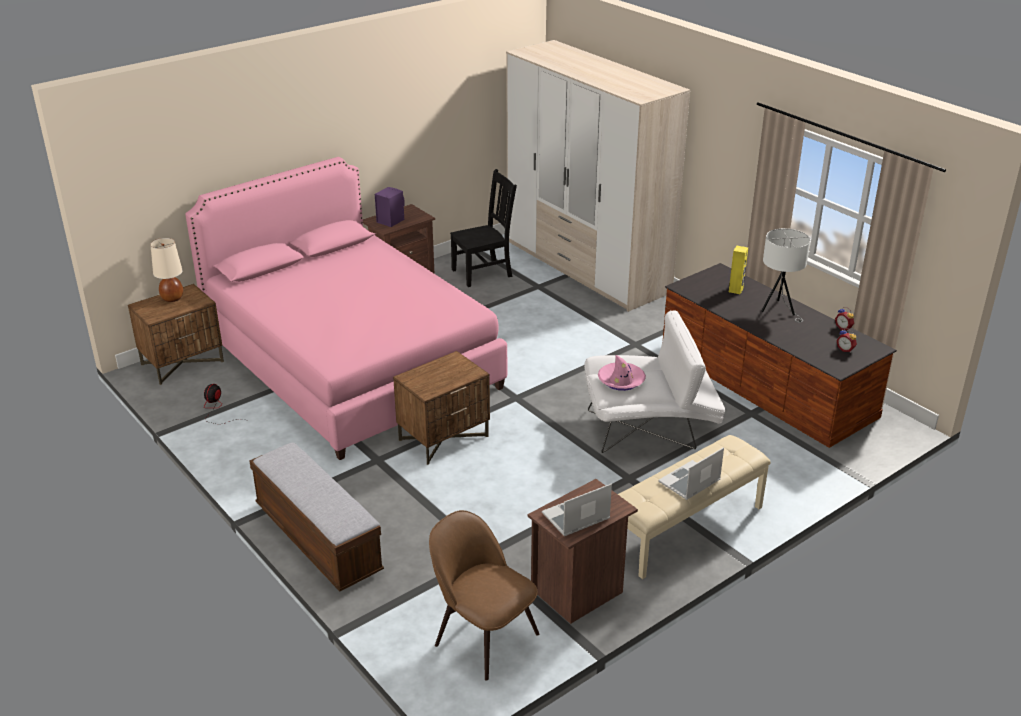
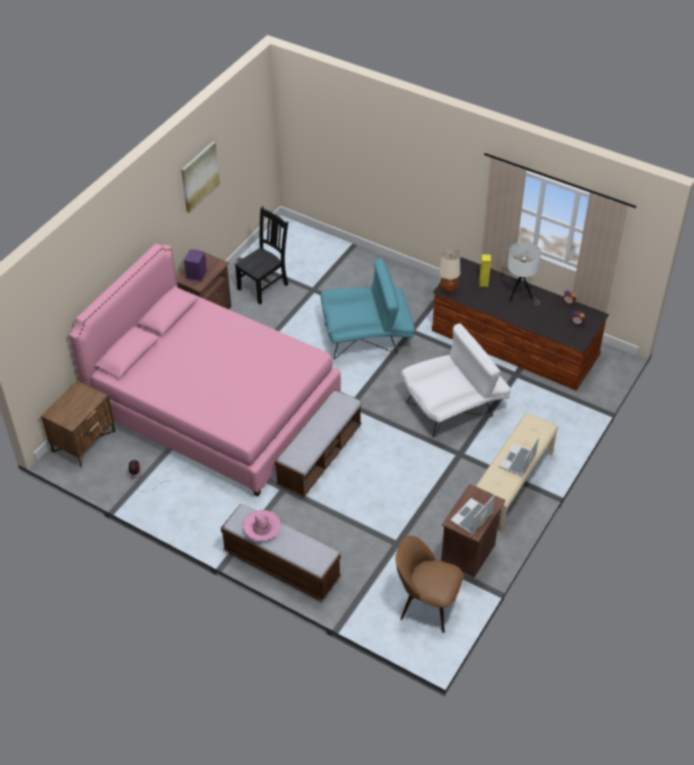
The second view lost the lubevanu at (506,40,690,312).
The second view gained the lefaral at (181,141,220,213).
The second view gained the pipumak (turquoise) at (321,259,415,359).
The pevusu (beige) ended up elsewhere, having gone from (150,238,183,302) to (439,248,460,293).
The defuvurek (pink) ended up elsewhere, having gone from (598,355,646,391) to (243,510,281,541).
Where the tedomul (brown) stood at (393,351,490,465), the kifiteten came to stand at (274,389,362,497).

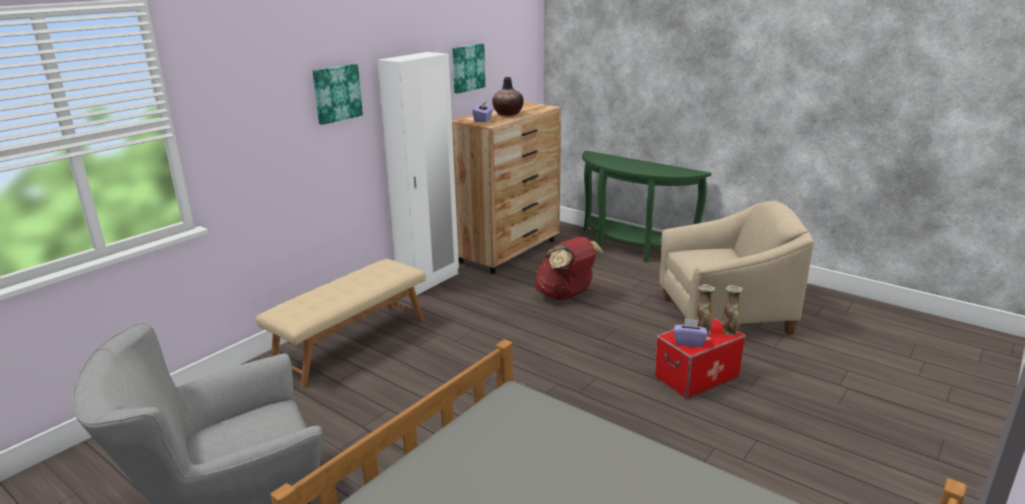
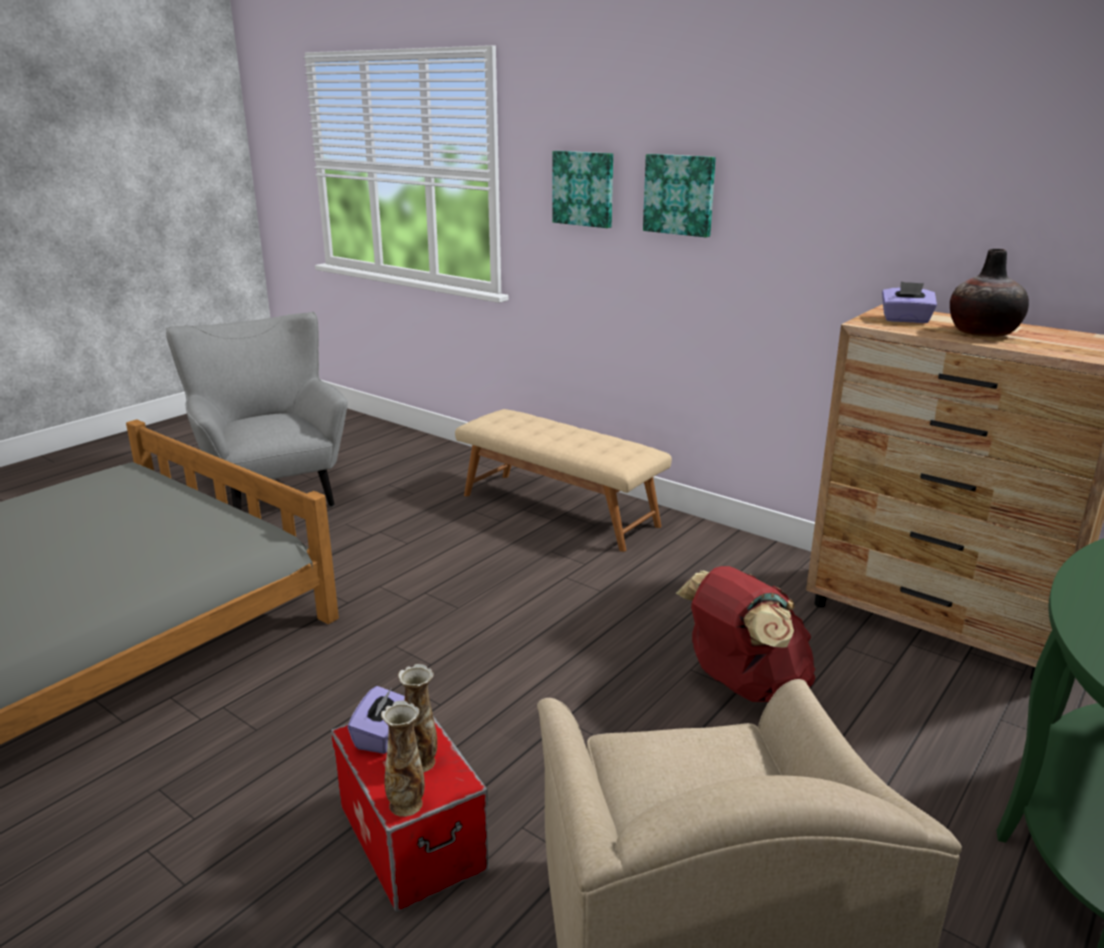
The second view lost the lubevanu (white) at (378,52,459,296).
The lefaral ended up elsewhere, having gone from (452,44,485,93) to (552,151,613,228).

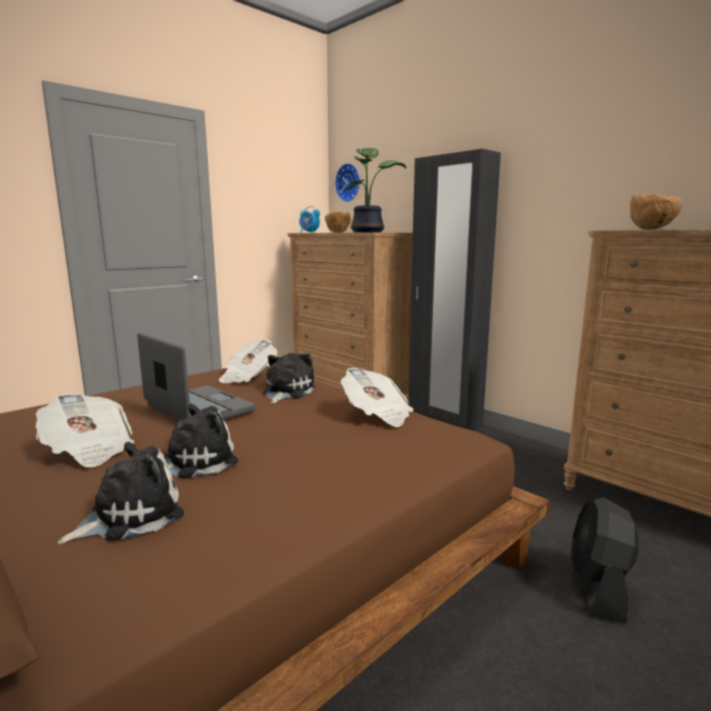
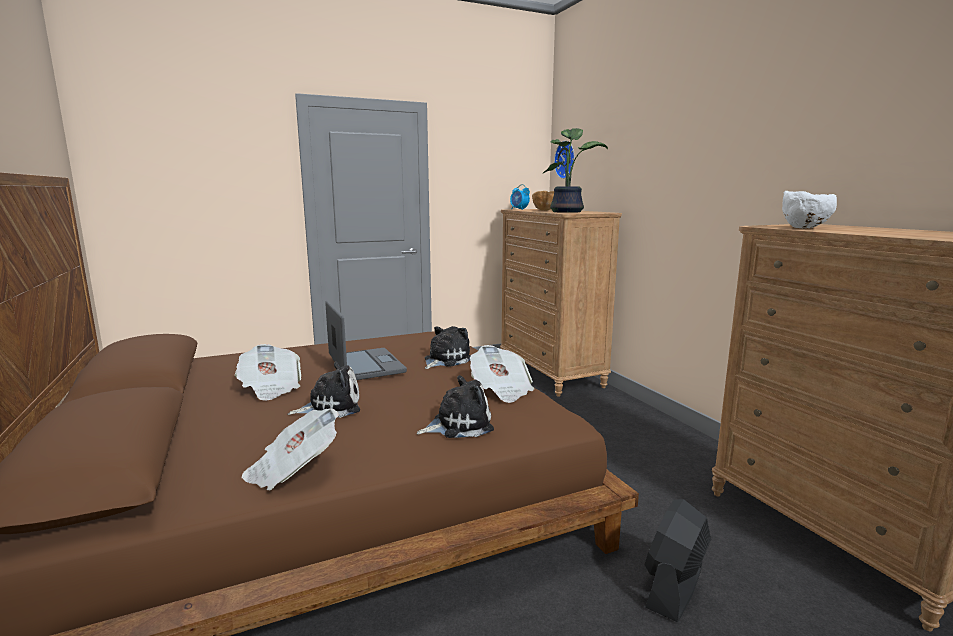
The second view lost the lubevanu (black) at (408,149,501,431).
The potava ended up elsewhere, having gone from (57,442,184,544) to (417,375,494,438).
The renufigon ended up elsewhere, having gone from (219,340,278,383) to (242,408,339,490).
What was the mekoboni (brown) at (630,193,682,230) turned into the mekoboni (white) at (782,191,837,229).

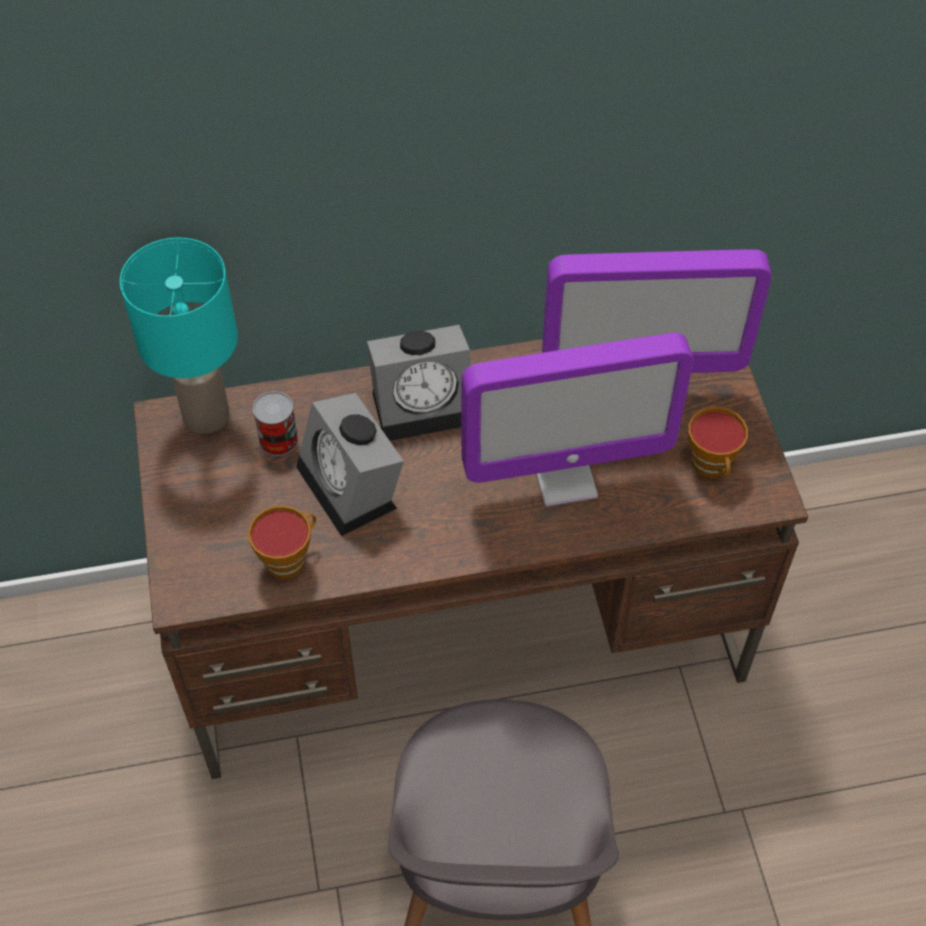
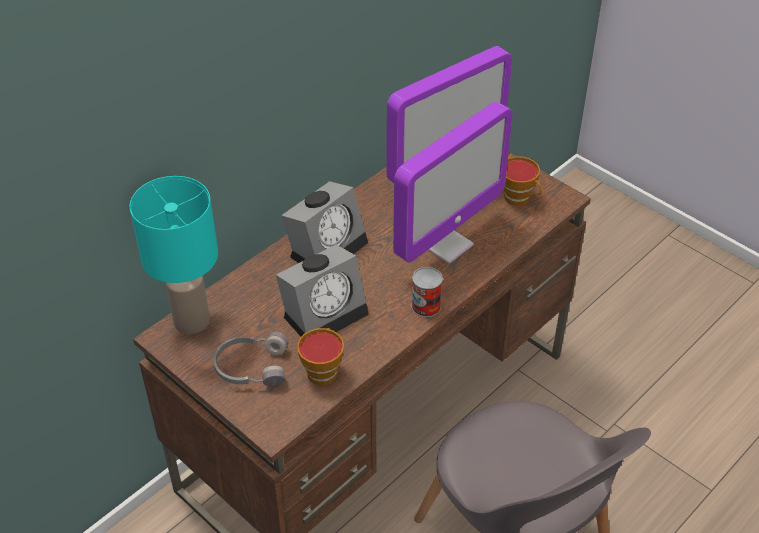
The second view gained the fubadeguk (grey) at (213,332,289,386).
The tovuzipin ended up elsewhere, having gone from (253,391,298,456) to (411,267,443,317).
The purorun at (296,393,404,536) ended up facing another way, 60 degrees counterclockwise from before.

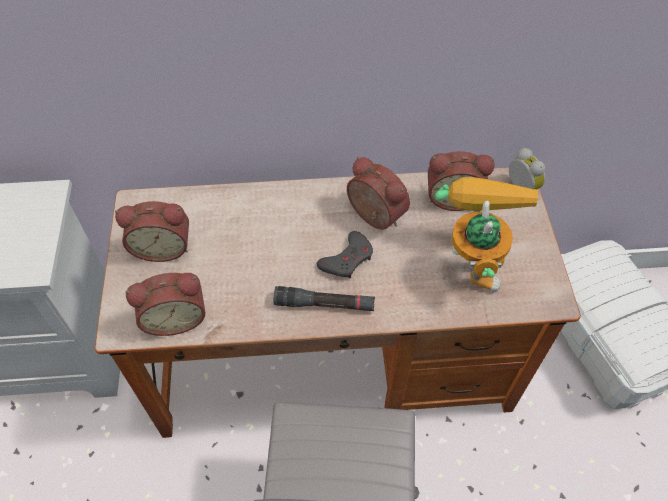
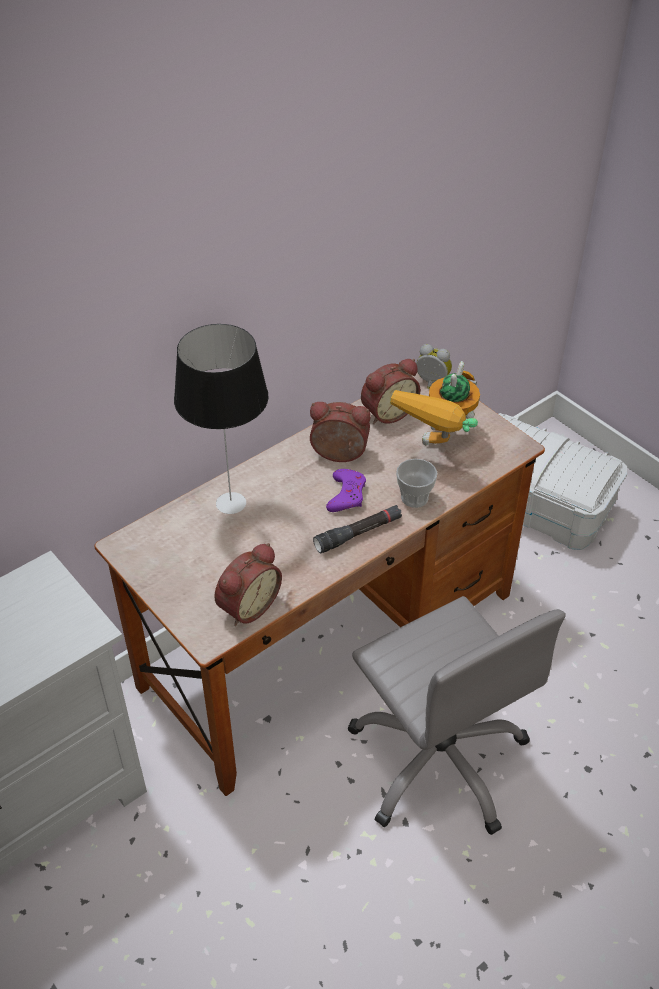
The second view lost the purorun at (115,201,189,262).
The second view gained the pevusu at (174,324,269,514).
The second view gained the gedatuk at (396,459,437,508).
What was the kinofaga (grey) at (317,231,373,279) turned into the kinofaga (purple) at (326,469,366,512).
The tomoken at (435,177,538,293) ended up facing another way, 120 degrees counterclockwise from before.

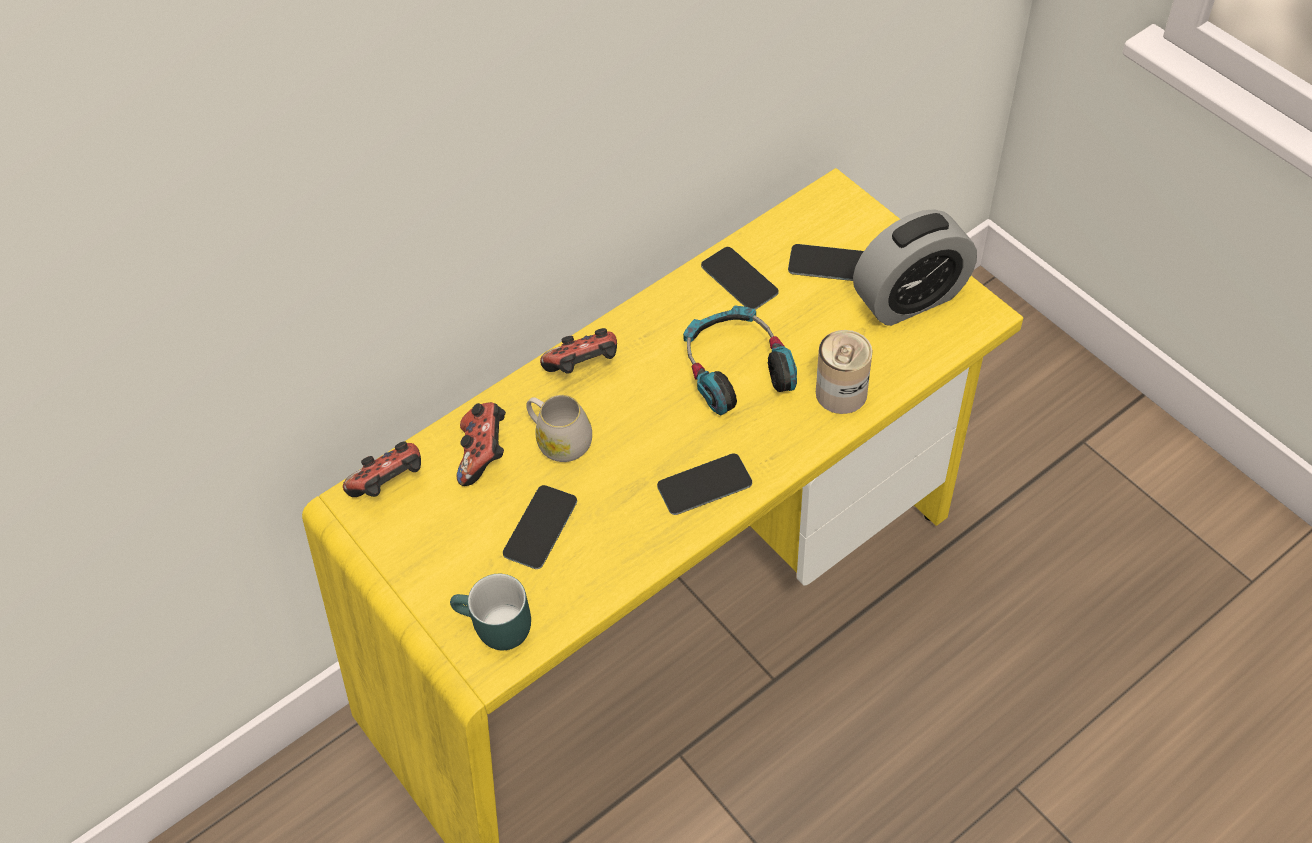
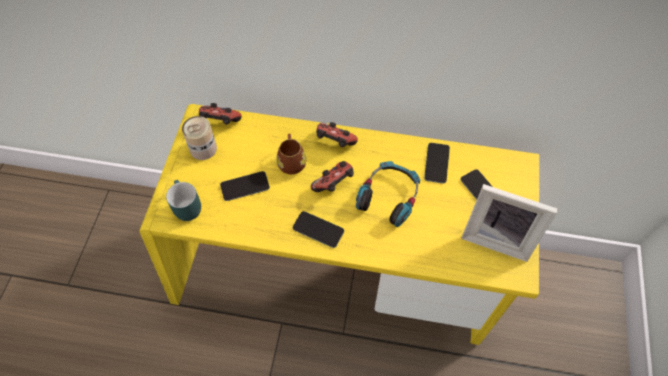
The kinofaga ended up elsewhere, having gone from (456,402,506,486) to (311,161,354,192).
The tovuzipin ended up elsewhere, having gone from (816,330,873,414) to (182,116,217,160).
Where the purorun stood at (853,209,977,326), the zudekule came to stand at (462,184,558,262).
What was the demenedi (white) at (526,395,592,462) turned into the demenedi (brown) at (276,134,306,174).

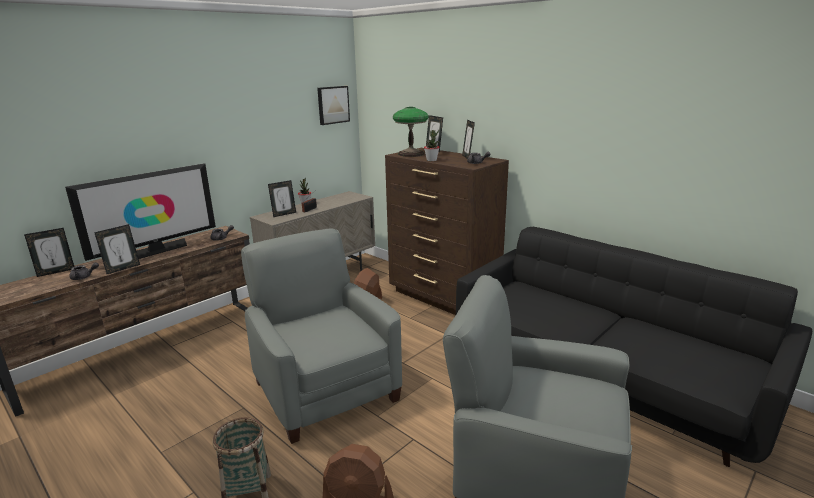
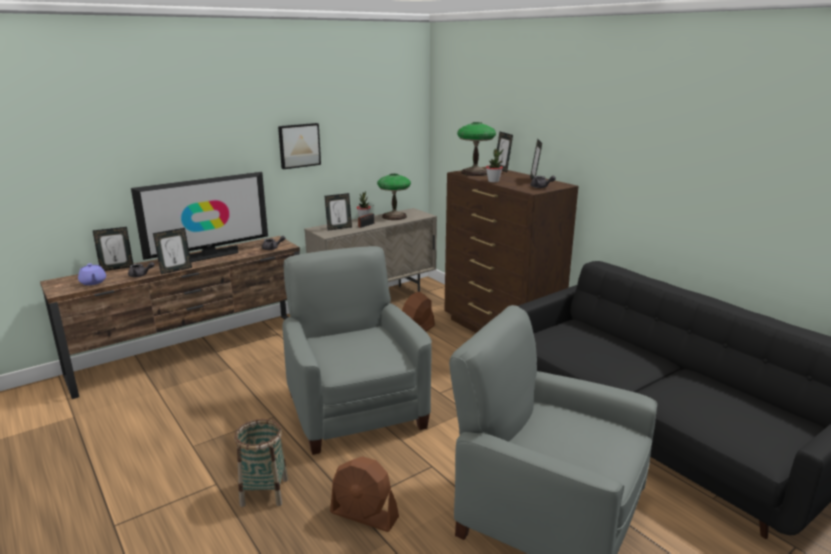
The second view gained the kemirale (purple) at (78,263,106,285).
The second view gained the pevusu at (377,174,411,220).
The lefaral ended up elsewhere, having gone from (317,86,350,125) to (278,123,321,169).

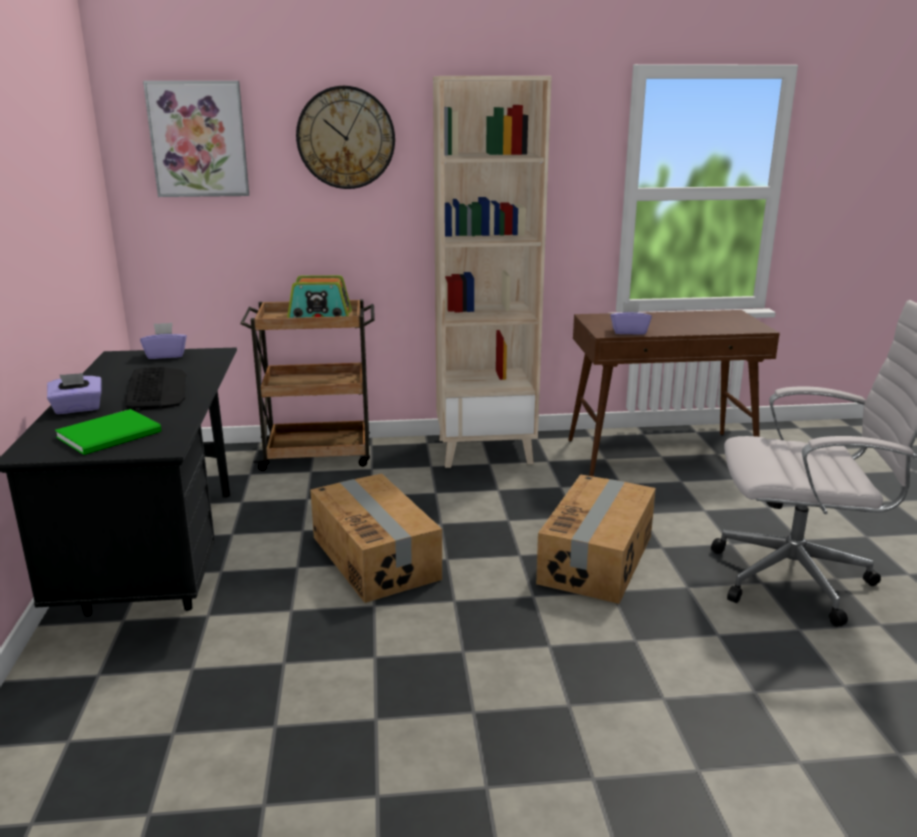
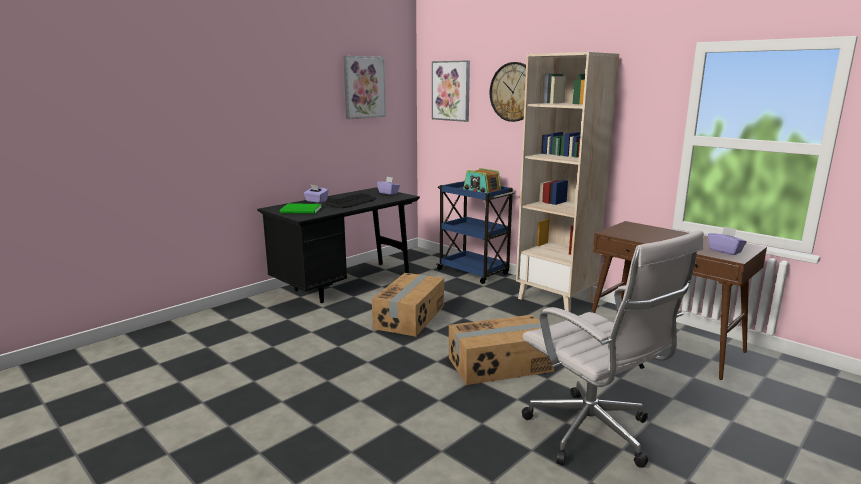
The second view gained the lefaral at (343,56,386,119).
The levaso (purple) ended up elsewhere, having gone from (610,302,652,335) to (708,226,747,255).
What was the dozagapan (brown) at (240,299,375,471) turned into the dozagapan (blue) at (437,181,516,284).

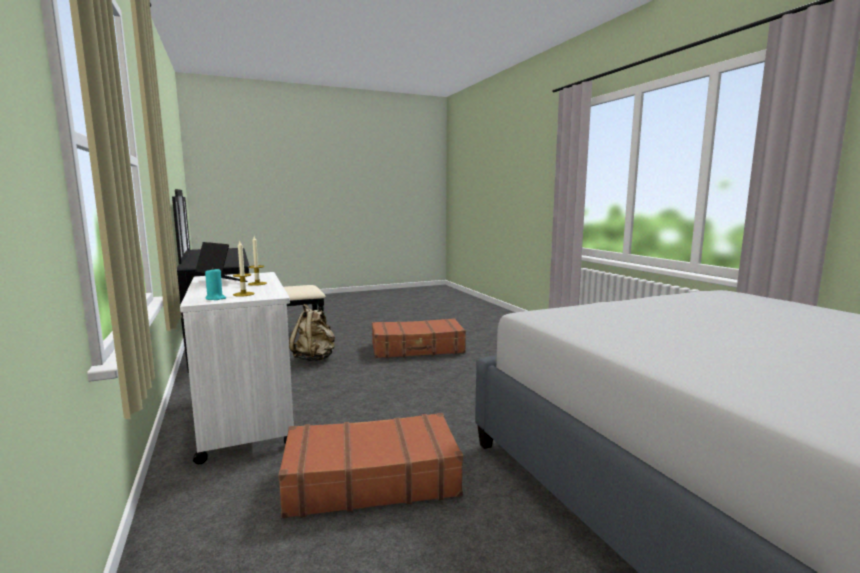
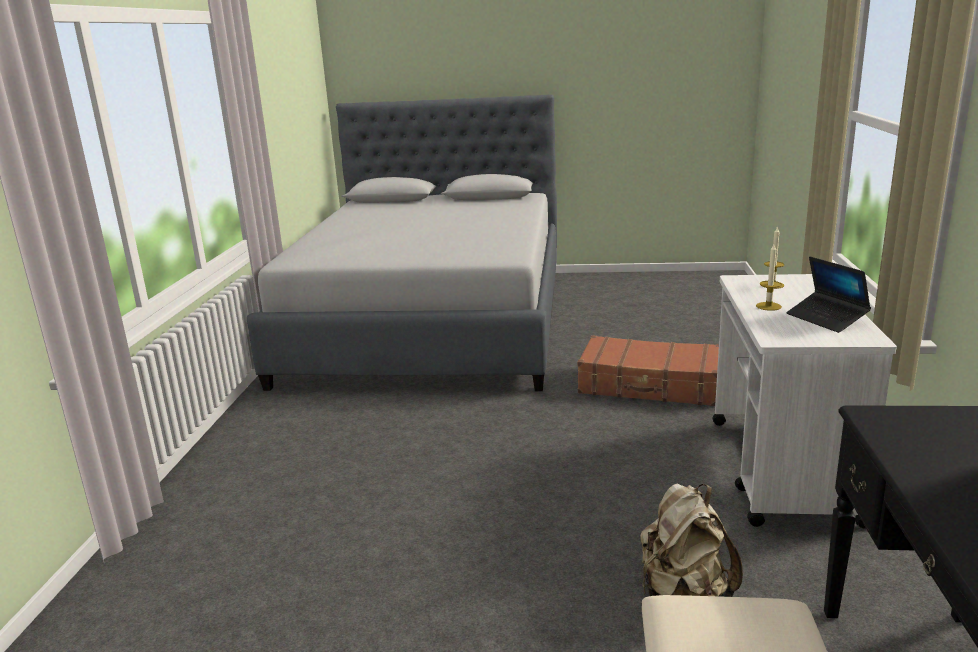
The second view lost the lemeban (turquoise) at (205,267,226,300).
The second view lost the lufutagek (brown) at (372,318,466,358).

